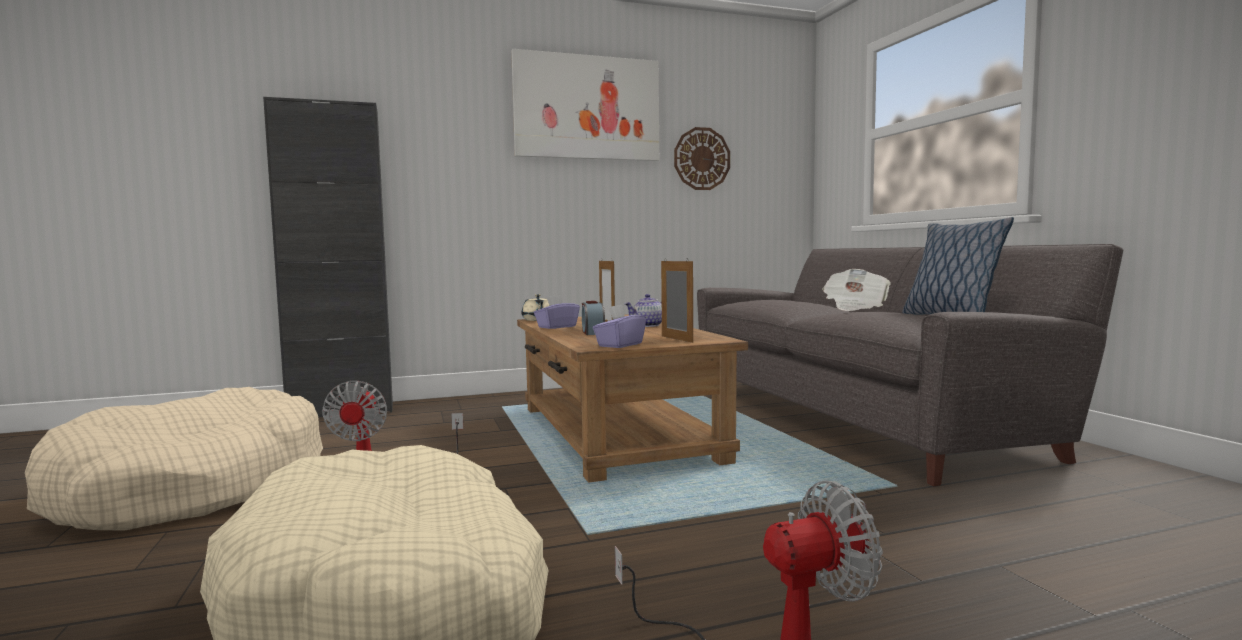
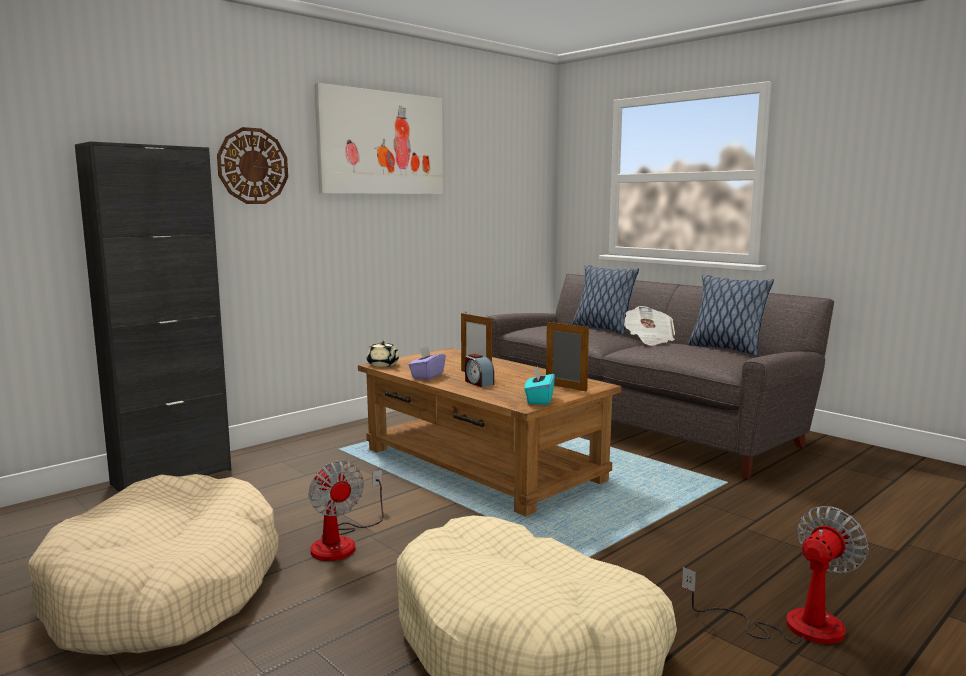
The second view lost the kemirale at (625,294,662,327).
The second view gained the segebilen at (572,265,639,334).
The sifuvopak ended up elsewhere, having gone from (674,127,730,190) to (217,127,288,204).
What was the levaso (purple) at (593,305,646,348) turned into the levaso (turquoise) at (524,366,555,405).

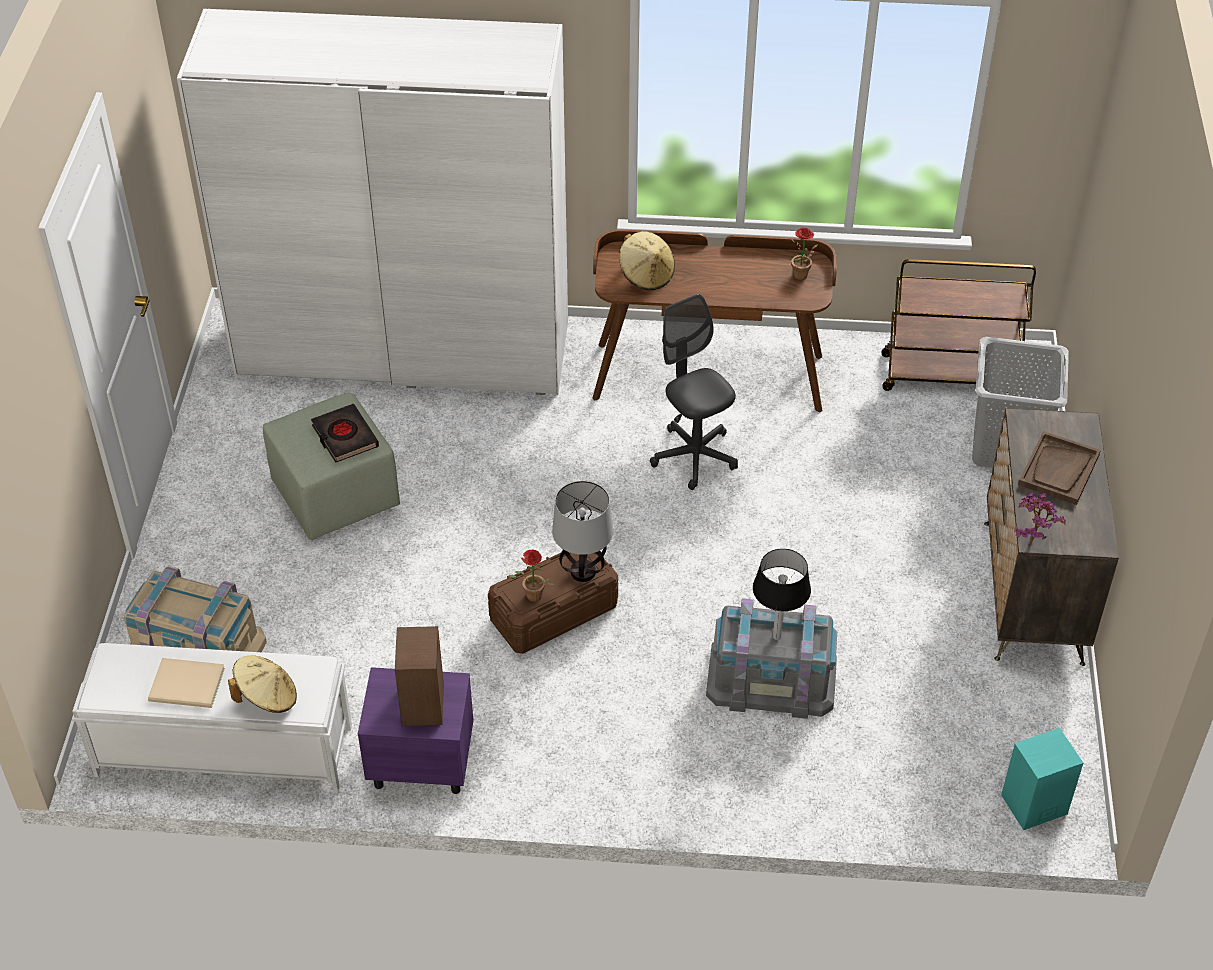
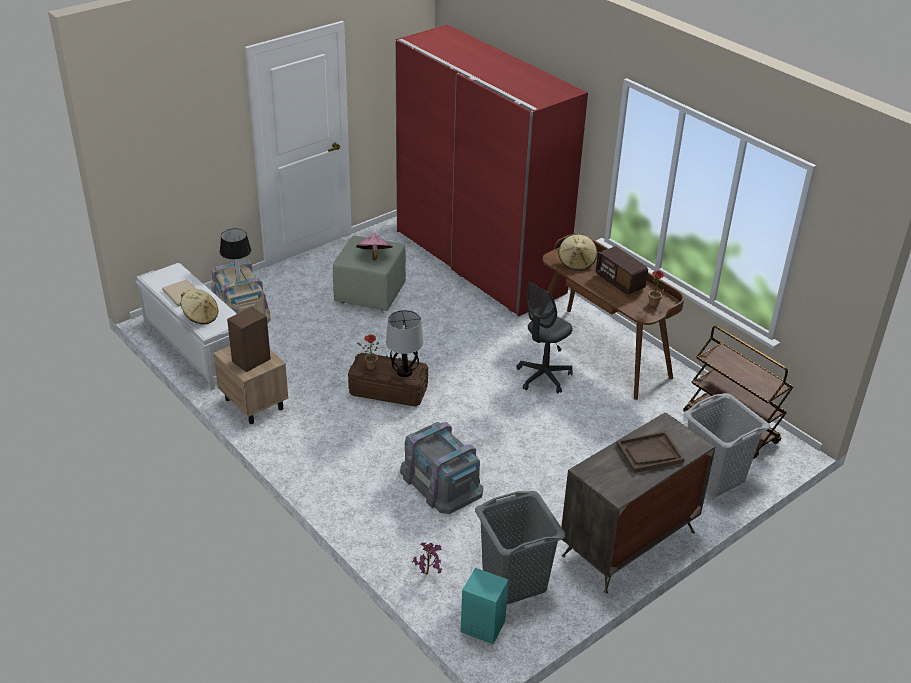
The second view gained the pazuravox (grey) at (475,491,565,604).
The second view gained the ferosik at (596,246,648,295).
The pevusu ended up elsewhere, having gone from (753,549,811,640) to (220,228,251,286).
The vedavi ended up elsewhere, having gone from (1014,493,1066,543) to (412,542,442,575).
Where the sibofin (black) stood at (311,404,379,463), the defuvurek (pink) came to stand at (356,233,393,260).
What was the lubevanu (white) at (177,9,568,395) turned into the lubevanu (red) at (395,24,588,317).
What was the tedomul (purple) at (358,667,474,794) turned into the tedomul (beige) at (214,346,288,424).
The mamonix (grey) at (650,294,738,490) ended up facing another way, 150 degrees counterclockwise from before.

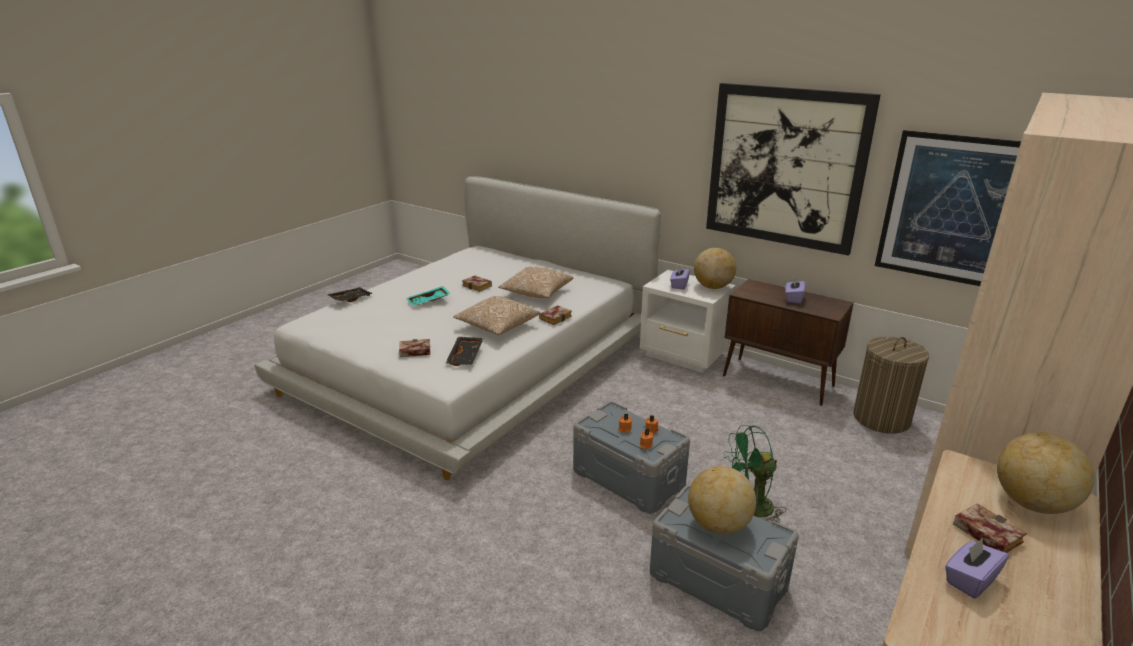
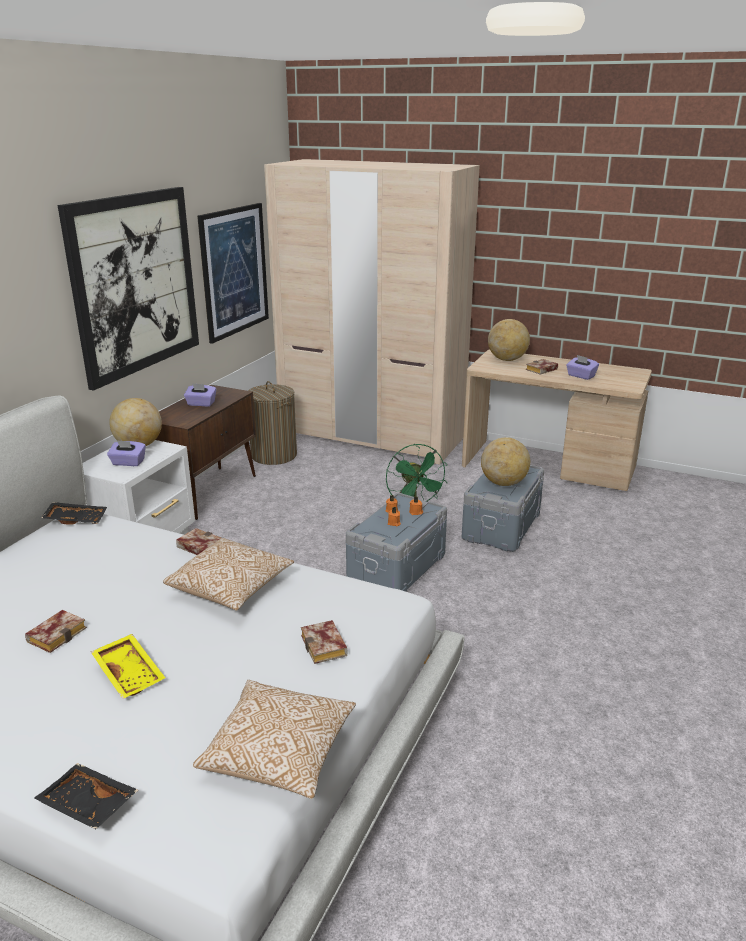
The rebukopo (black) ended up elsewhere, having gone from (446,337,483,366) to (41,502,107,525).
The segebilen ended up elsewhere, having gone from (498,267,573,298) to (193,680,356,799).
What was the rebukopo (turquoise) at (406,286,450,306) turned into the rebukopo (yellow) at (91,634,165,699).

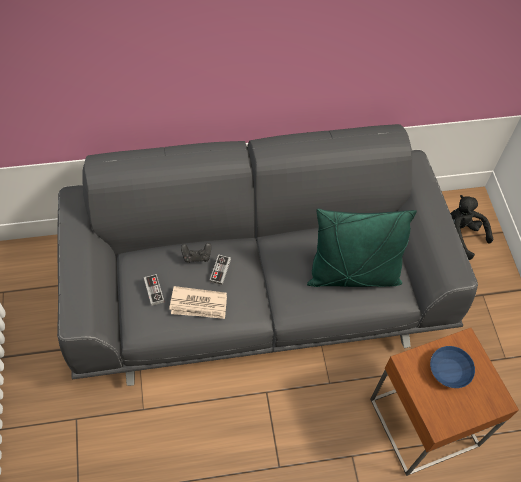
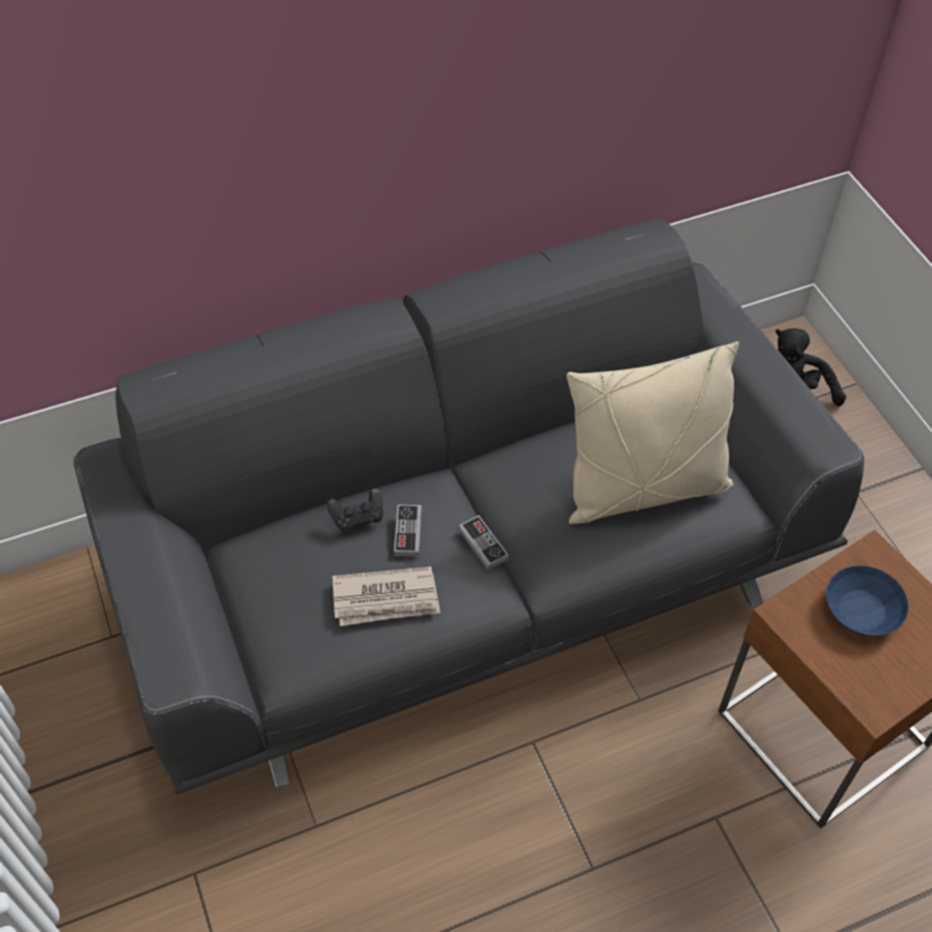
The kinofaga ended up elsewhere, having gone from (144,274,164,306) to (459,515,509,570).
What was the segebilen (green) at (307,208,417,287) turned into the segebilen (beige) at (566,342,739,524).

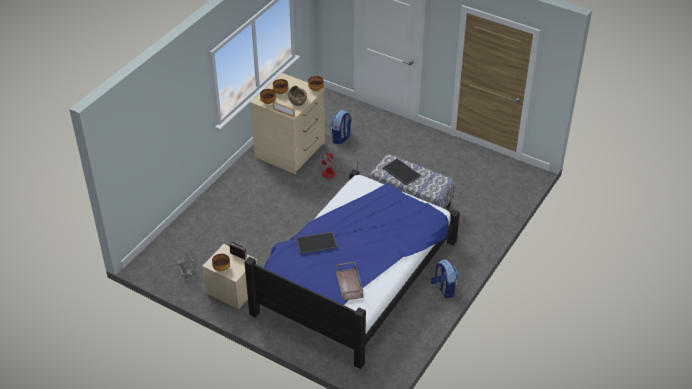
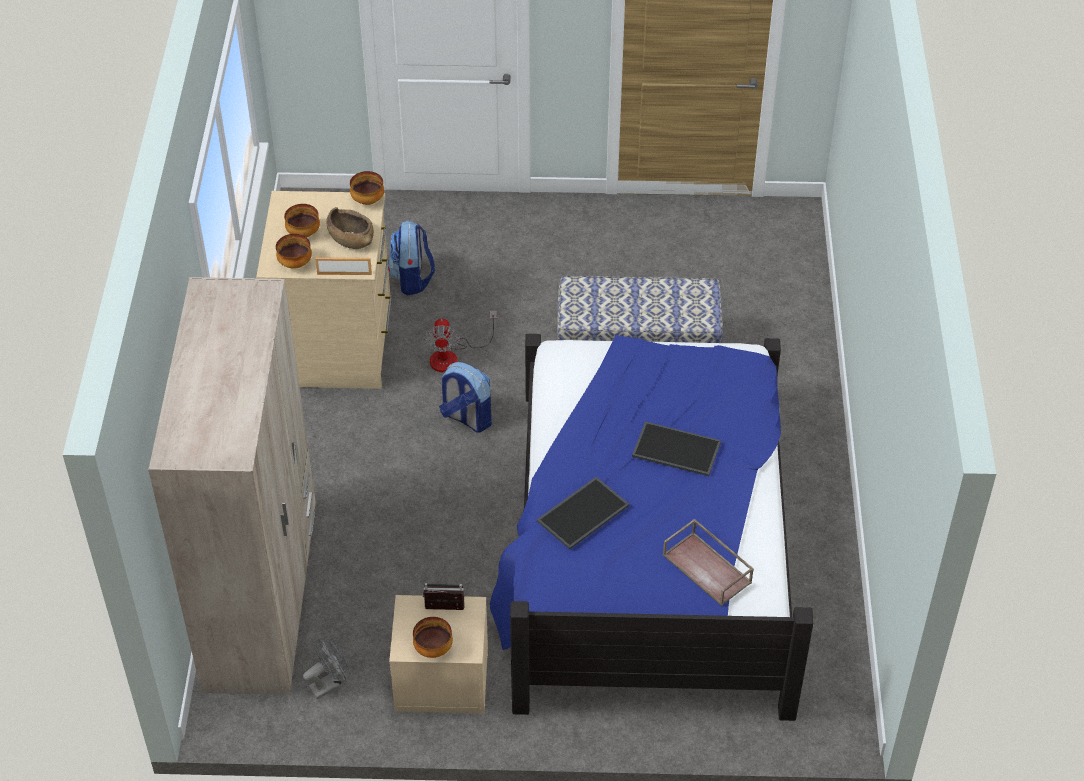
The second view gained the lubevanu (beige) at (148,277,316,695).
The rebukopo ended up elsewhere, having gone from (382,158,421,186) to (632,421,721,476).
The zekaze ended up elsewhere, having gone from (431,259,458,298) to (439,362,492,432).

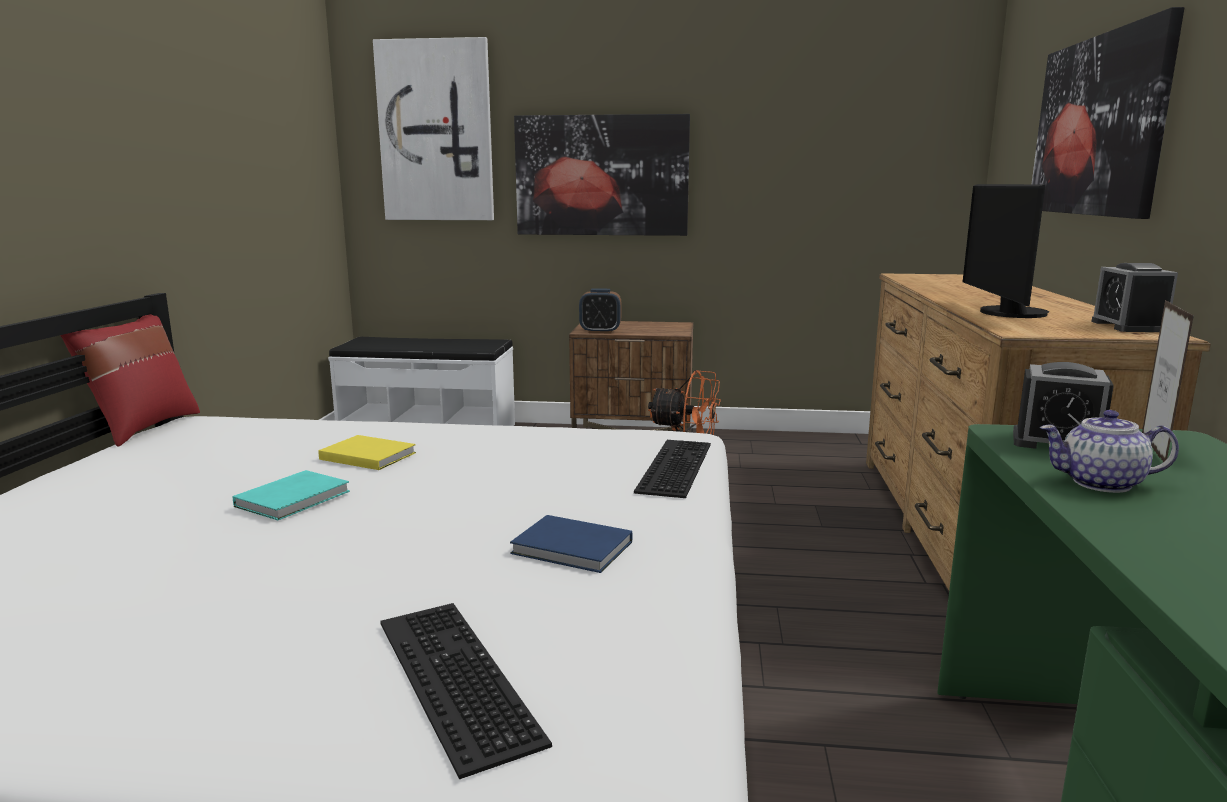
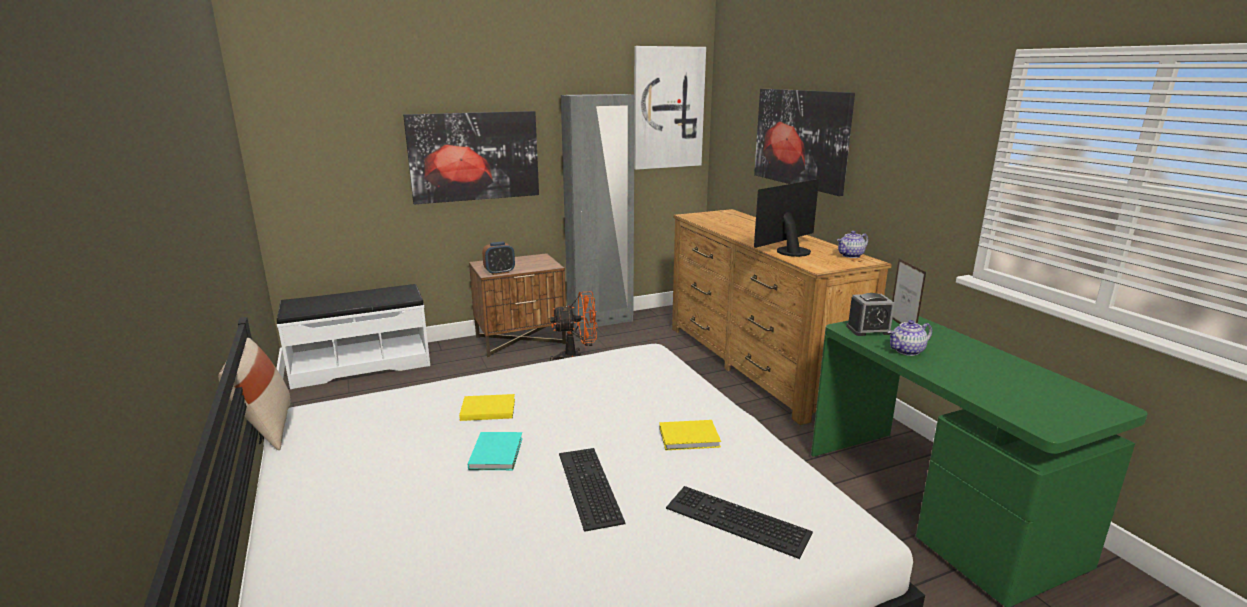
The second view gained the lubevanu (grey) at (561,94,635,330).
The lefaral ended up elsewhere, having gone from (373,37,494,220) to (634,46,706,170).
The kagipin ended up elsewhere, having gone from (634,440,711,498) to (559,448,625,532).
Where the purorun stood at (1091,263,1178,332), the kemirale came to stand at (837,231,868,258).
What was the segebilen (red) at (60,314,200,446) turned into the segebilen (beige) at (218,338,291,450).
What was the sibofin (blue) at (510,515,632,573) turned into the sibofin (yellow) at (659,420,721,450).
The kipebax at (963,184,1049,318) ended up facing another way, 75 degrees clockwise from before.

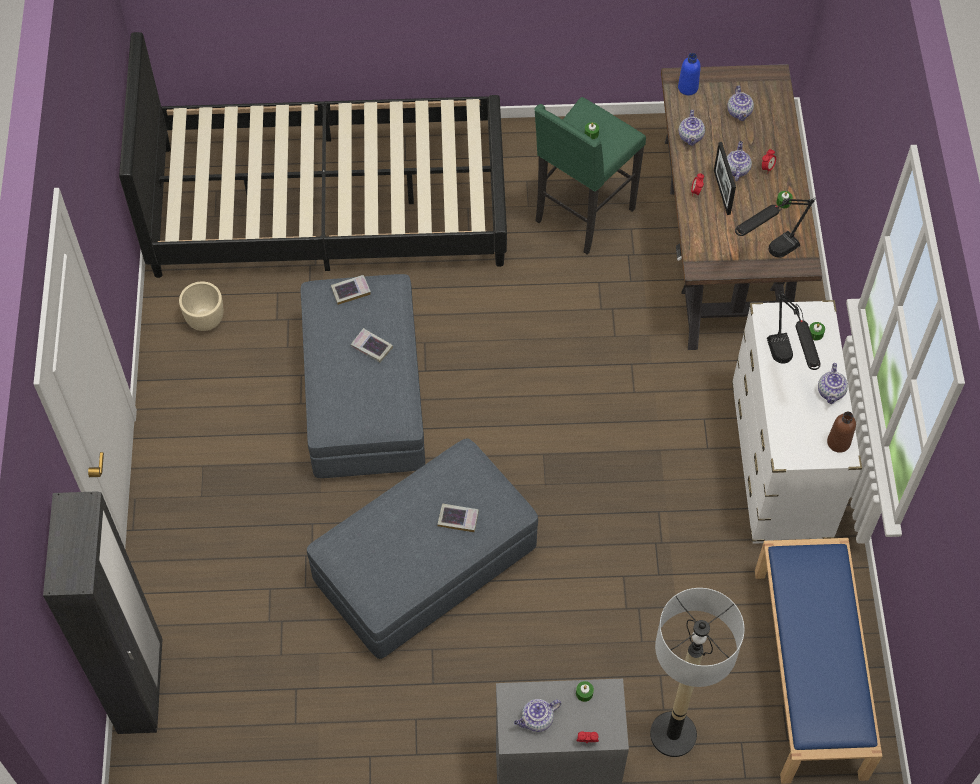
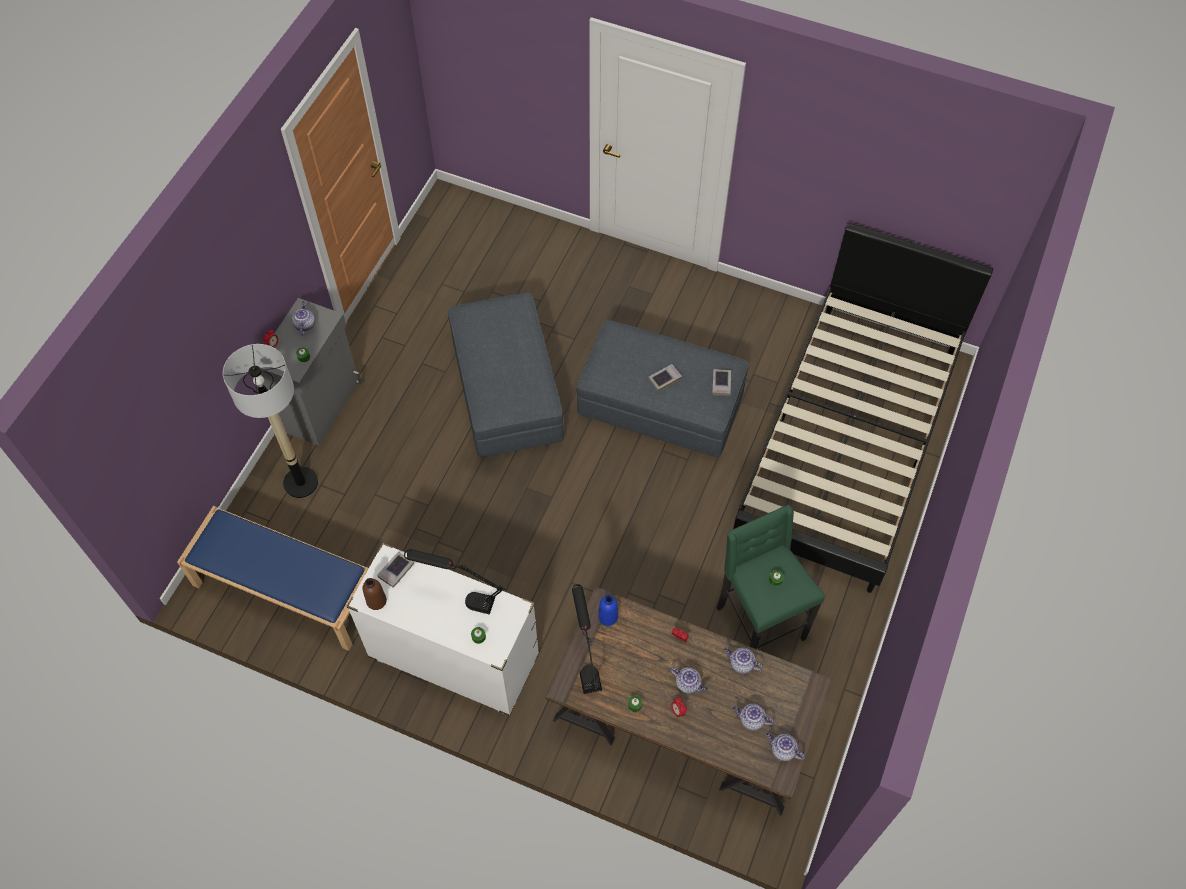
The second view lost the lubevanu (black) at (43,491,163,734).
The second view lost the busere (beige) at (179,281,224,331).
The second view lost the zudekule at (714,142,736,215).
The sibofin ended up elsewhere, having gone from (437,503,479,532) to (377,551,414,588).
The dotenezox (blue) ended up elsewhere, having gone from (678,53,701,95) to (598,595,618,626).
The kemirale ended up elsewhere, having gone from (818,363,848,404) to (766,732,805,761).

